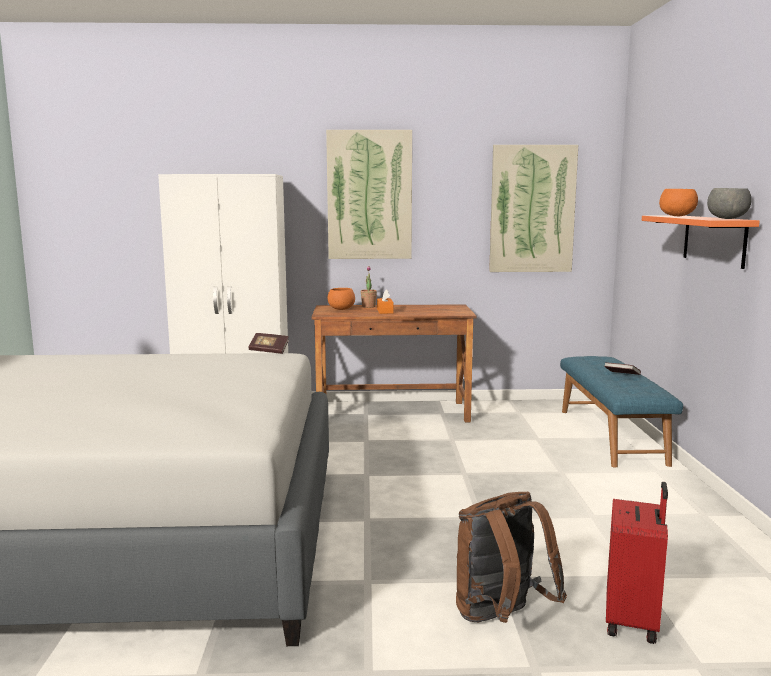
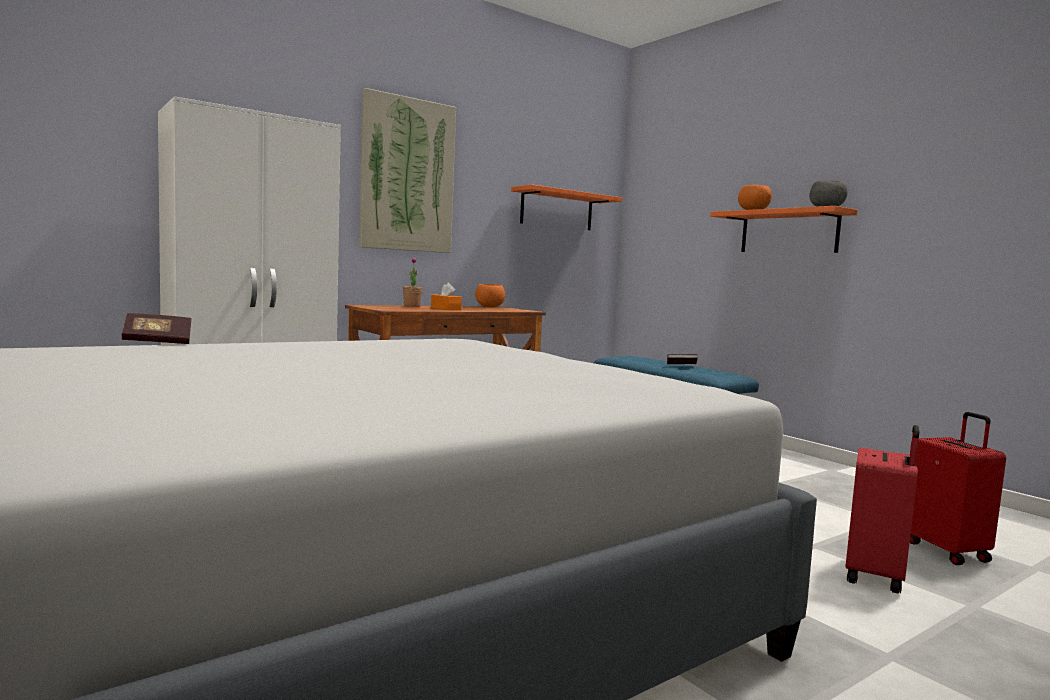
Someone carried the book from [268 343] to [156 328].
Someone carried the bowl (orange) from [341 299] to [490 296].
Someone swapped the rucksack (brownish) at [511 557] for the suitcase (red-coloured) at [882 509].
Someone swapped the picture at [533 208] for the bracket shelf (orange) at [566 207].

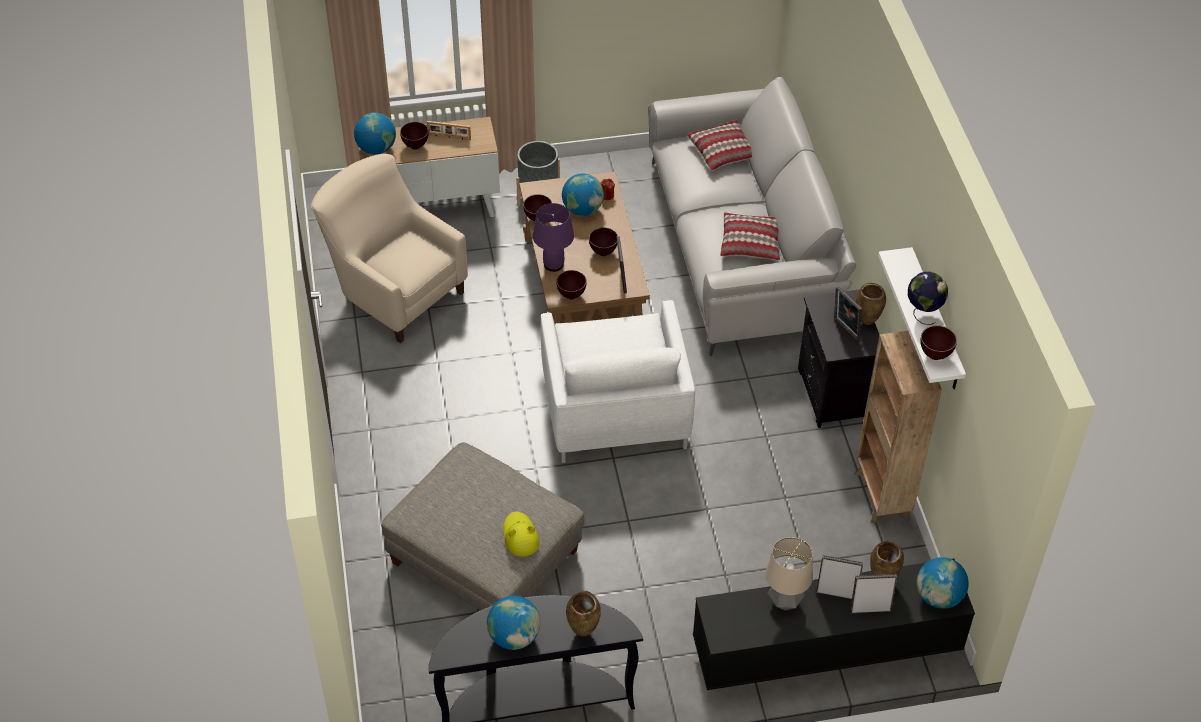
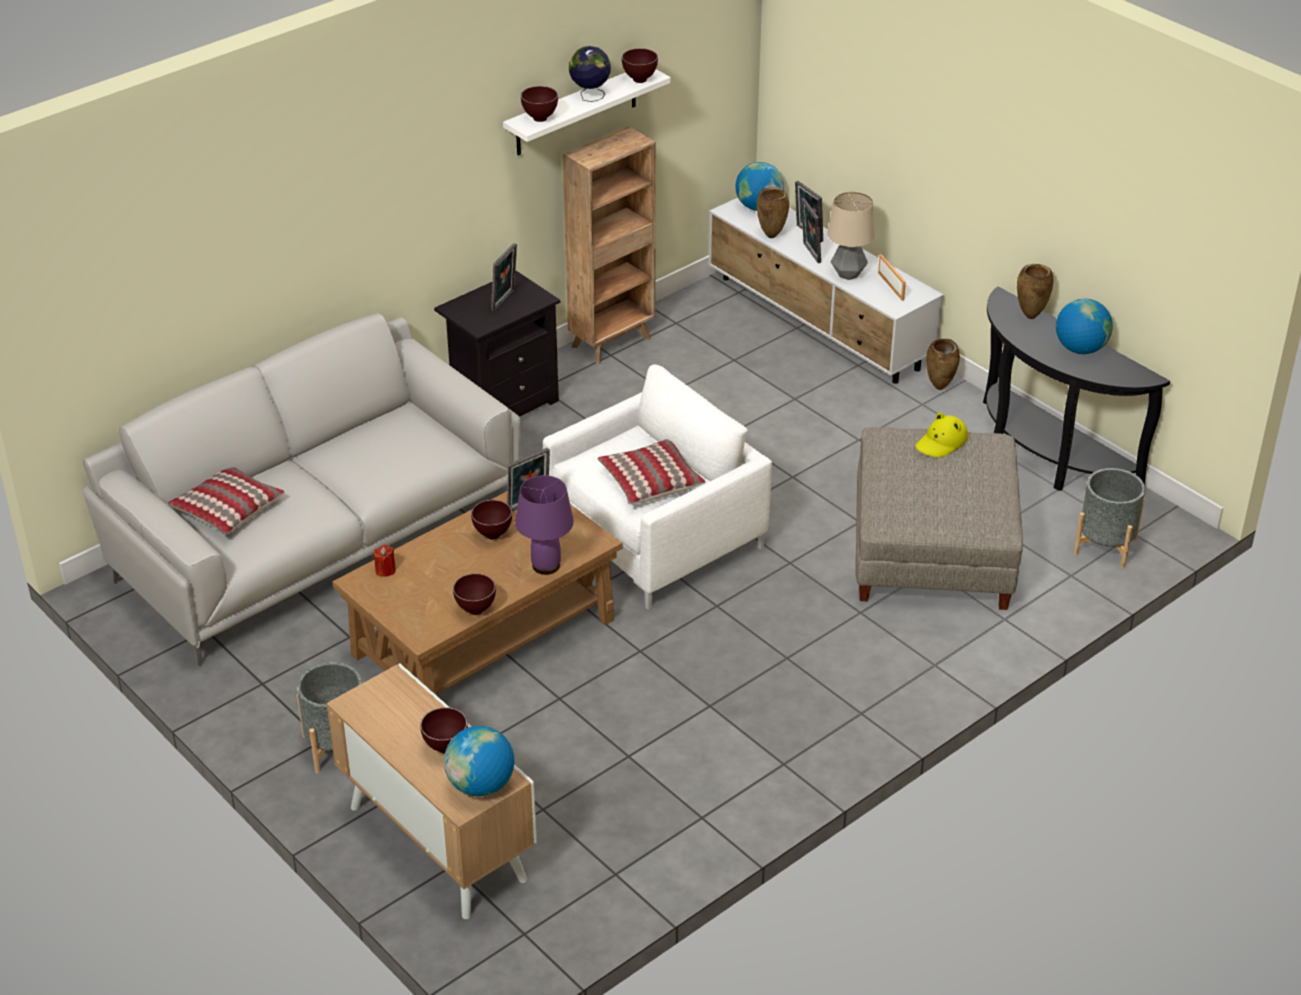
Someone took away the lounge chair (beige-coloured) at [389 248].
Someone carried the photo frame from [449 130] to [892 277].
Someone carried the bowl (brownish) from [571 284] to [539 104].
Someone took away the desk globe at [583 195].
Someone repainted the tv unit (blackish) at [834 624], which became the tv unit (whitish) at [826 291].
Someone carried the cushion from [750 236] to [651 471].
Someone carried the flower vase (brownish) from [871 304] to [943 364].
Someone put down the planter (greyish) at [1109 518].

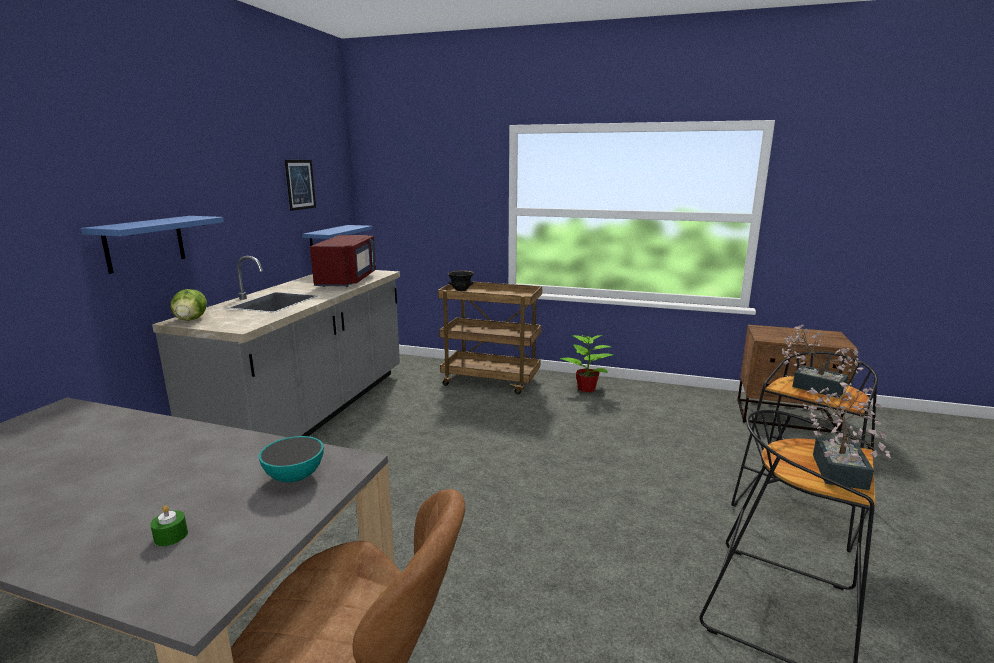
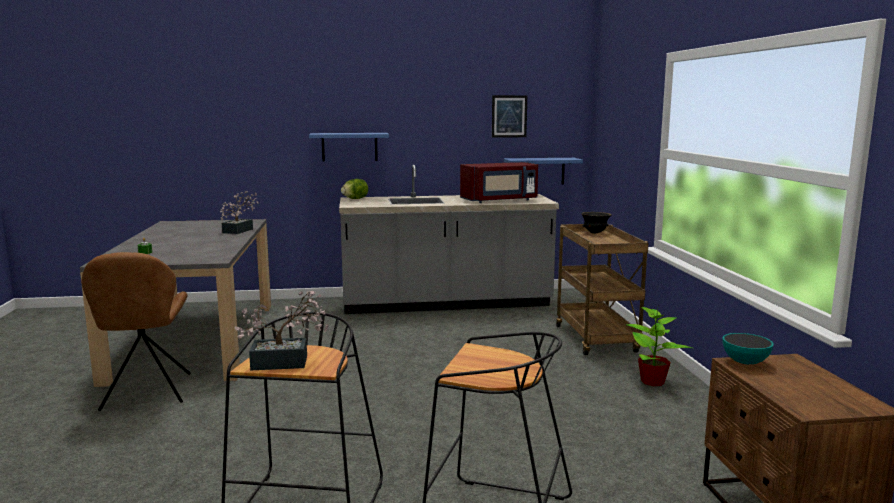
Someone carried the bowl from [291 459] to [748 348].
Someone carried the houseplant from [822 361] to [239 212].

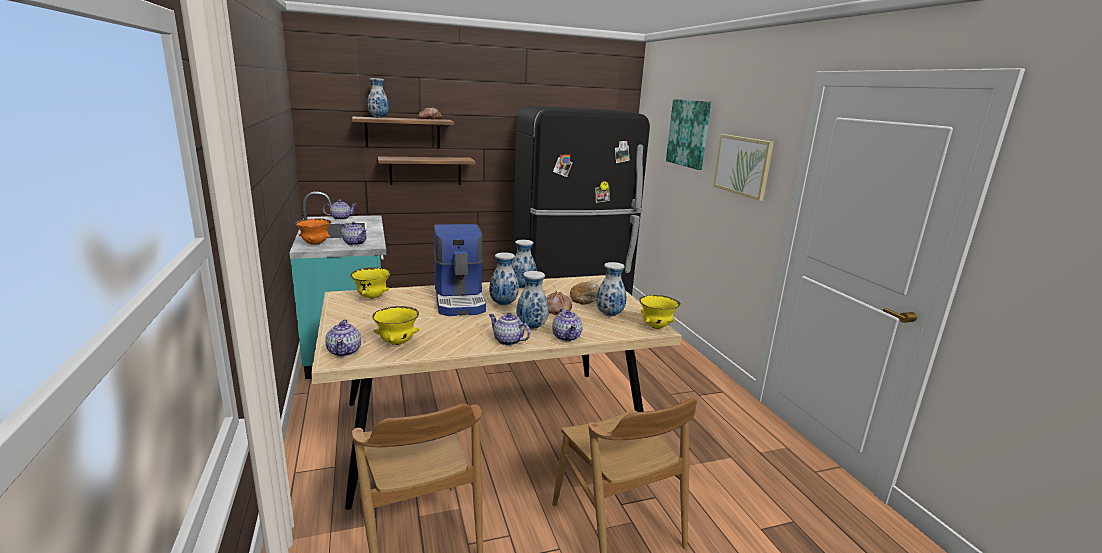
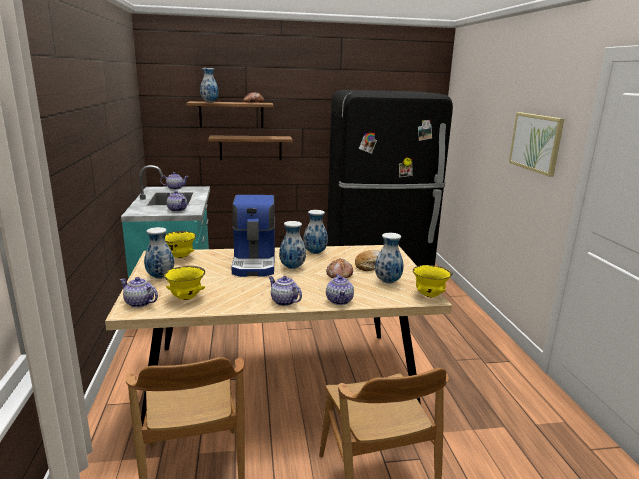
Someone took away the bowl (orange) at [313 232].
Someone rotated the tea pot at [343 338] by 120 degrees clockwise.
Someone carried the flower vase from [532 300] to [159 253].
Someone took away the picture at [688 134].

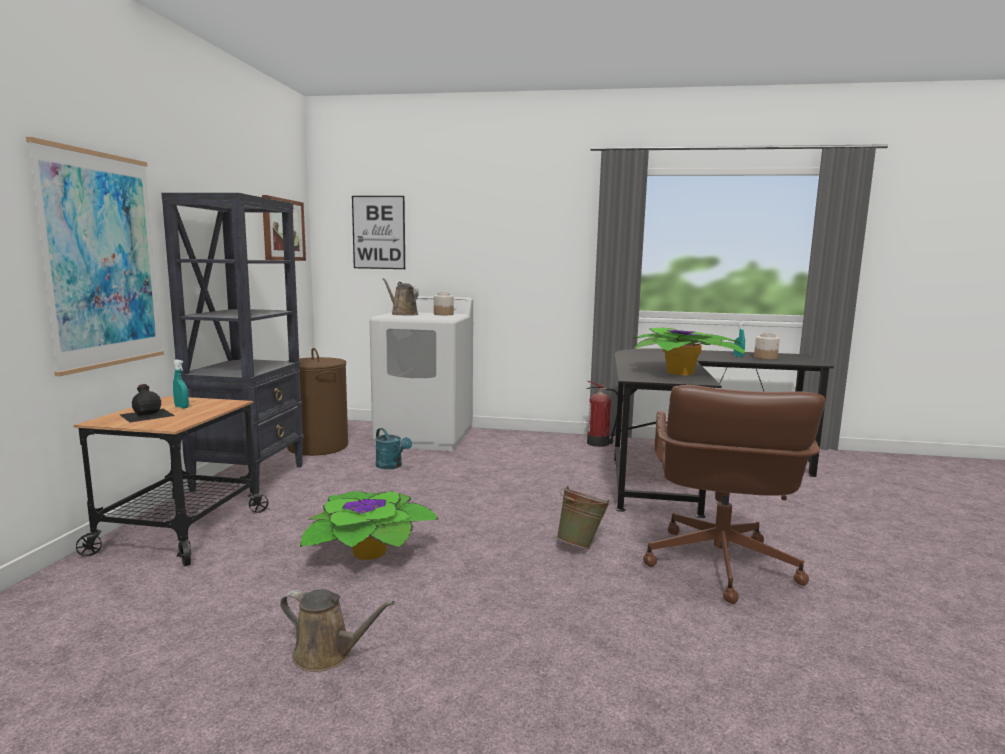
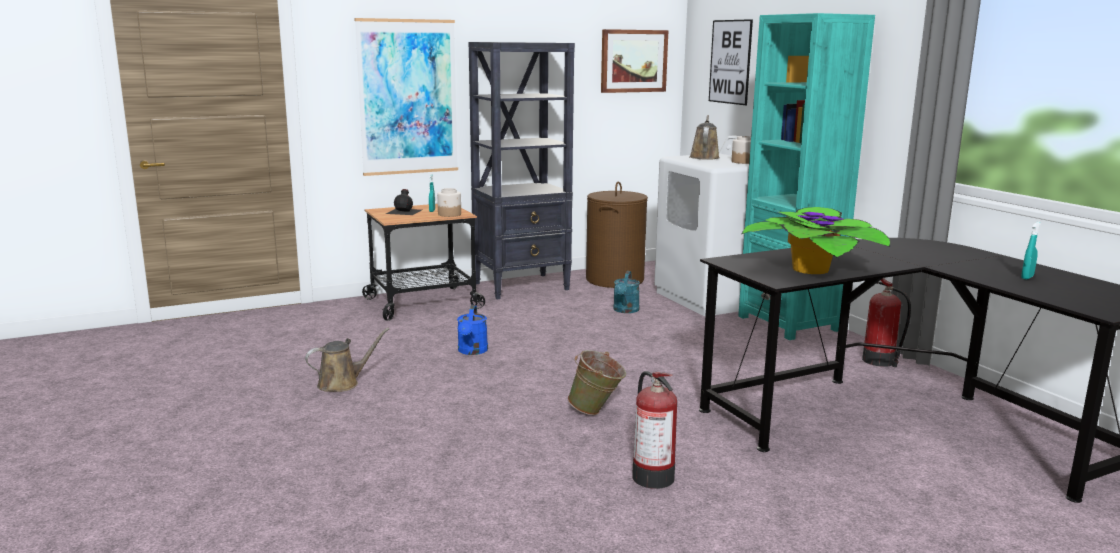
Someone rotated the sprinkling can (brownish) at [337 630] by 105 degrees counterclockwise.
Someone swapped the houseplant at [369 525] for the sprinkling can (blue) at [472 330].
Someone swapped the desk chair (brownish) at [734 494] for the fire extinguisher at [654 430].
Someone carried the preserve jar from [767 346] to [449 202].
Someone put down the bookshelf (turquoise) at [806 176].

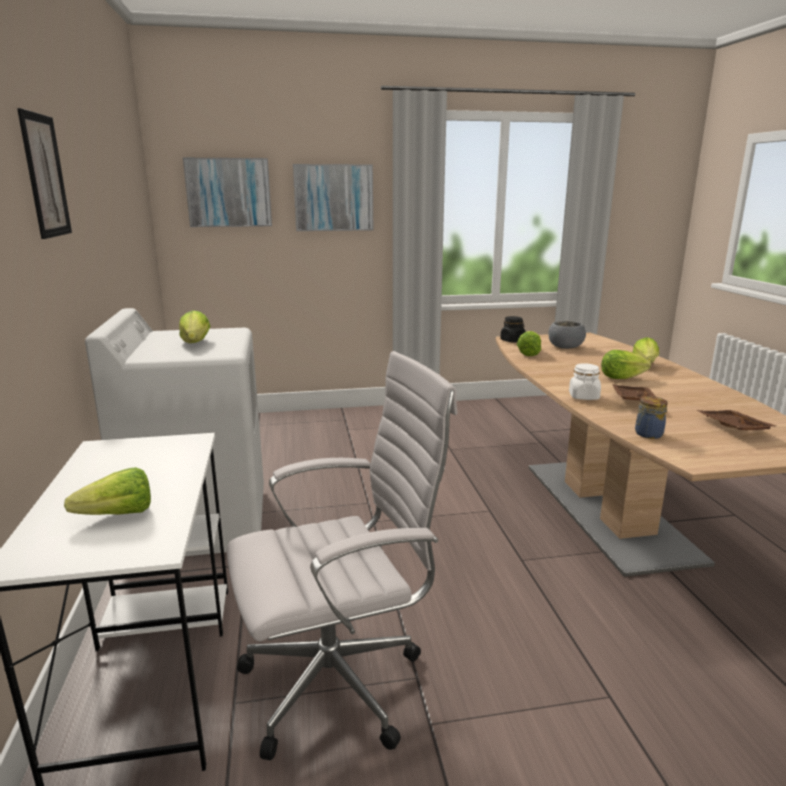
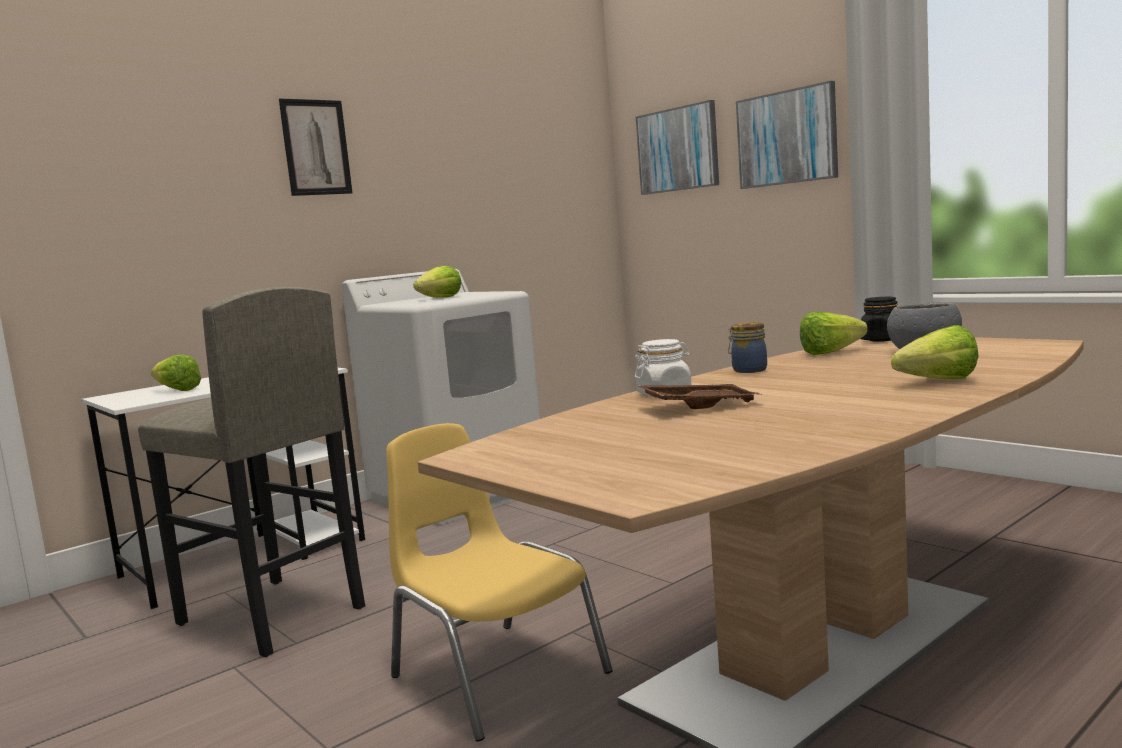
Someone swapped the desk chair (whitish) at [342 556] for the stool (greyish) at [251 472].
Someone took away the lettuce at [626 364].
Someone carried the preserve jar from [651 417] to [747 347].
Someone took away the tray (brownish) at [738 420].
Someone put down the chair (yellow) at [499 582].

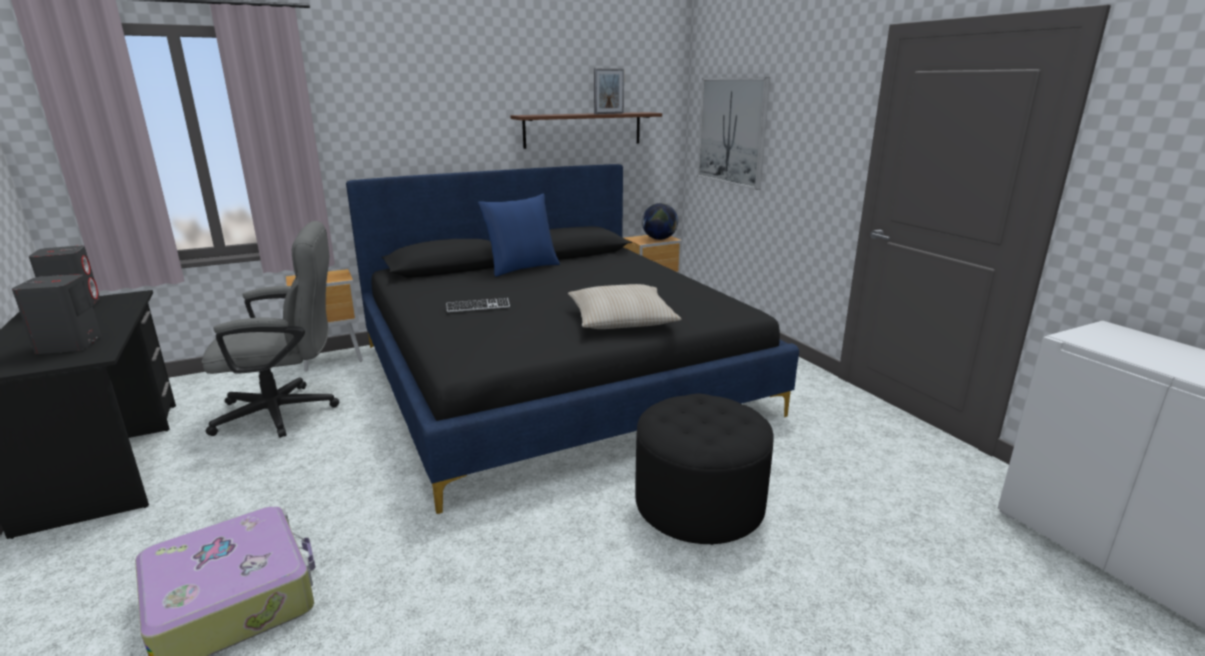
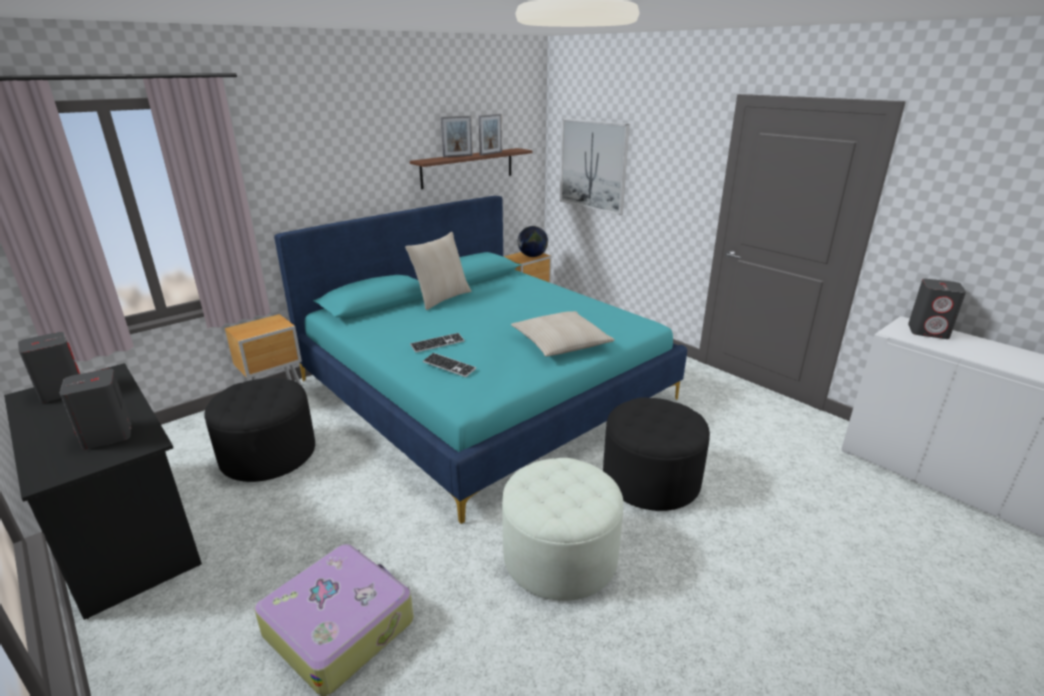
Someone swapped the desk chair (greyish) at [270 329] for the ottoman (blackish) at [259 430].
Someone repainted the bedroom bed (blackish) at [572 339], which became the bedroom bed (turquoise) at [480 360].
Someone repainted the cushion (blue) at [519 235], which became the cushion (beige-coloured) at [438 271].
Someone put down the computer keyboard at [449 365].
Someone put down the photo frame at [457 136].
Someone put down the ottoman (whitish) at [562 529].
Someone put down the speaker (greyish) at [937 309].

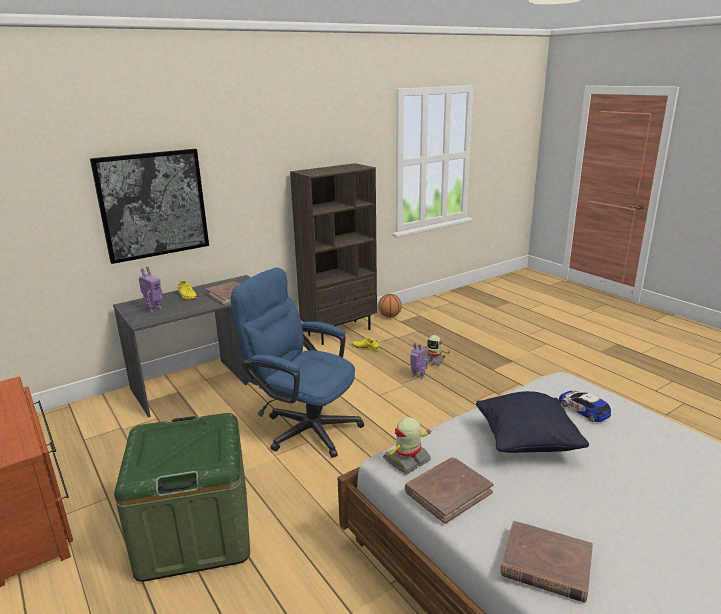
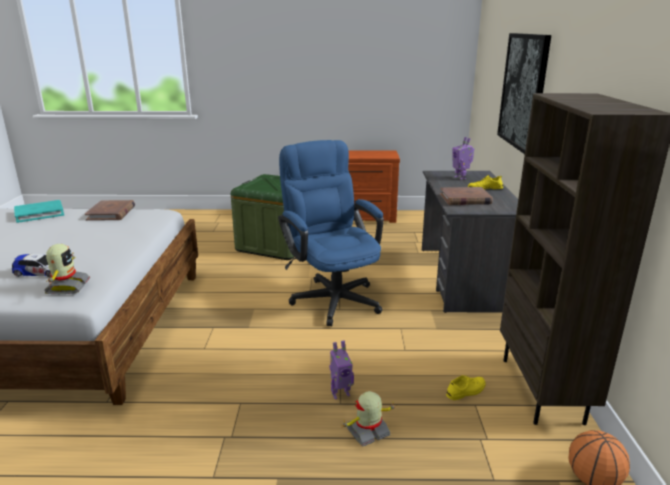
Someone rotated the desk chair (blue) at [297 362] by 90 degrees counterclockwise.
Someone carried the model robot from [407 446] to [67 269].
Someone took away the cushion (blackish) at [532 422].
Someone repainted the book (brownish) at [546 562], which became the book (turquoise) at [39 211].

